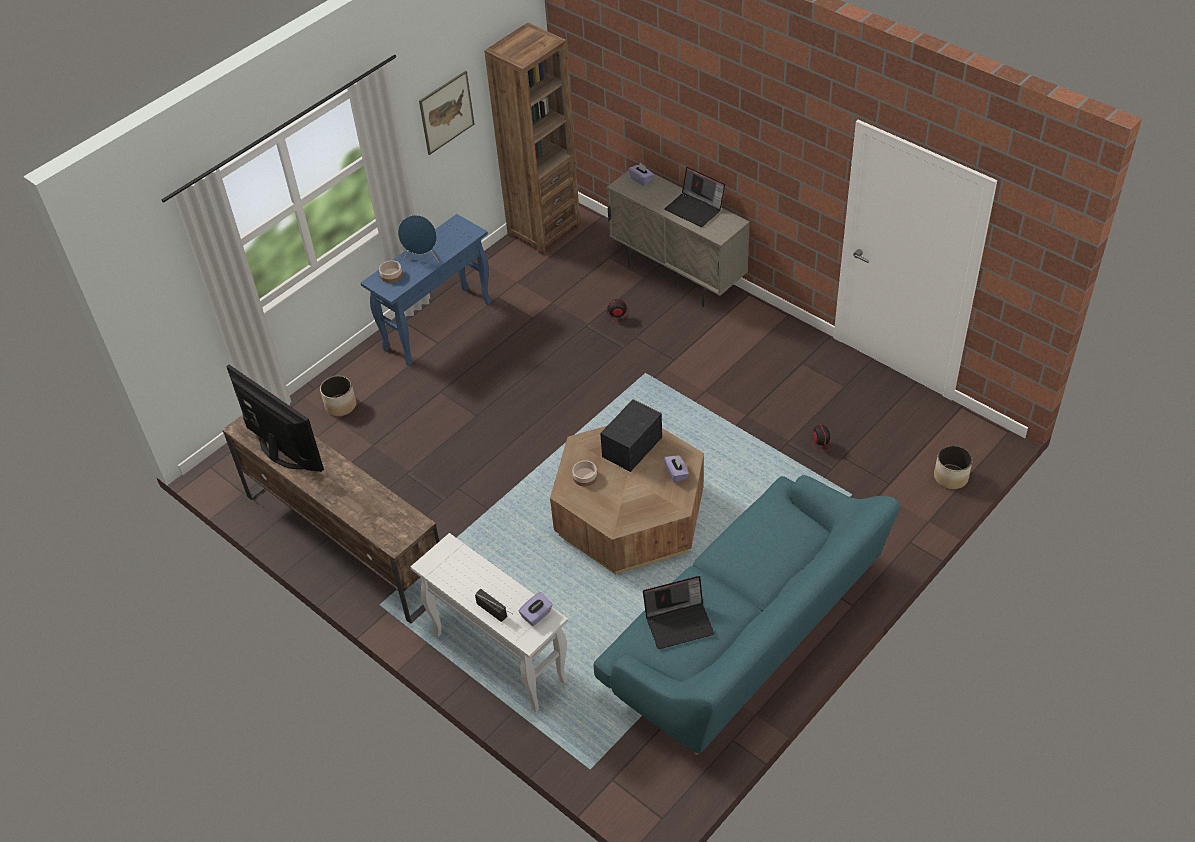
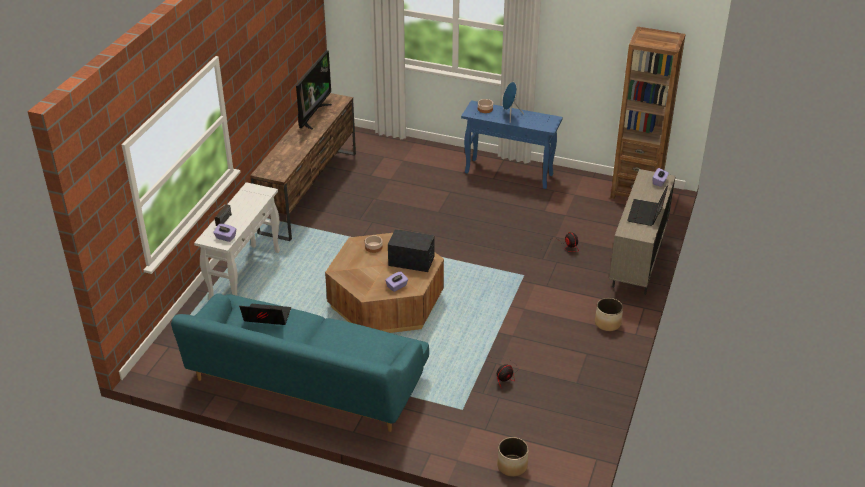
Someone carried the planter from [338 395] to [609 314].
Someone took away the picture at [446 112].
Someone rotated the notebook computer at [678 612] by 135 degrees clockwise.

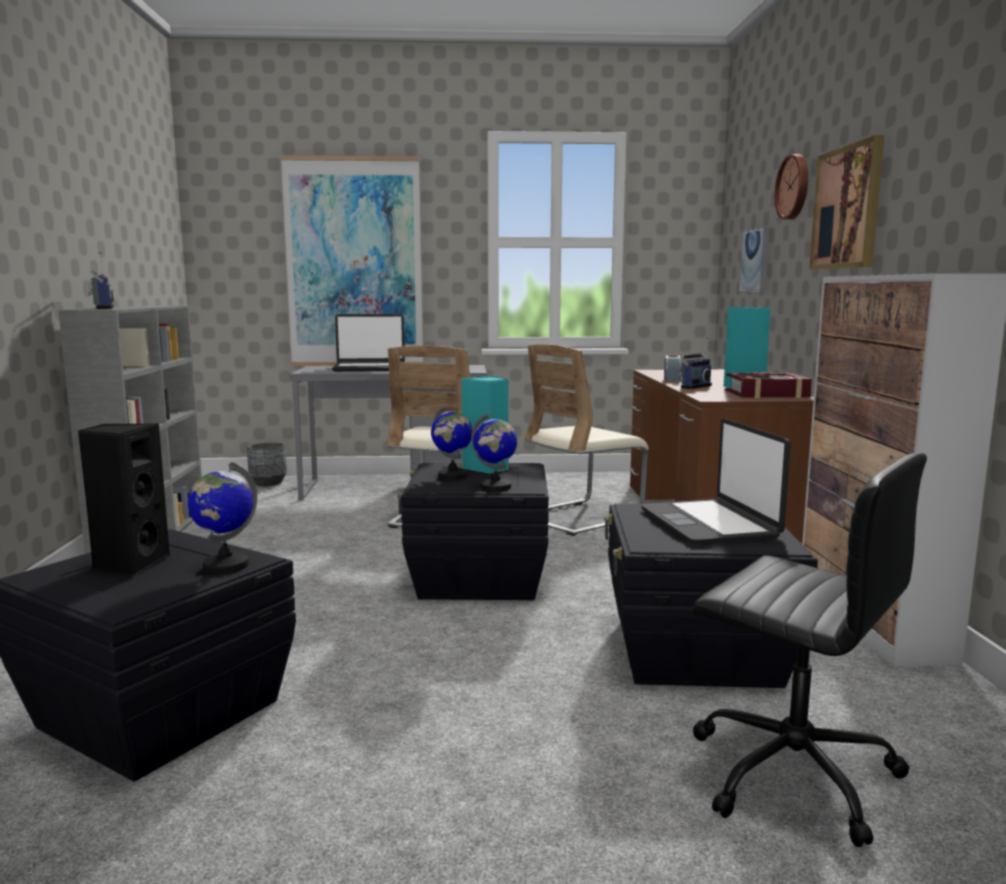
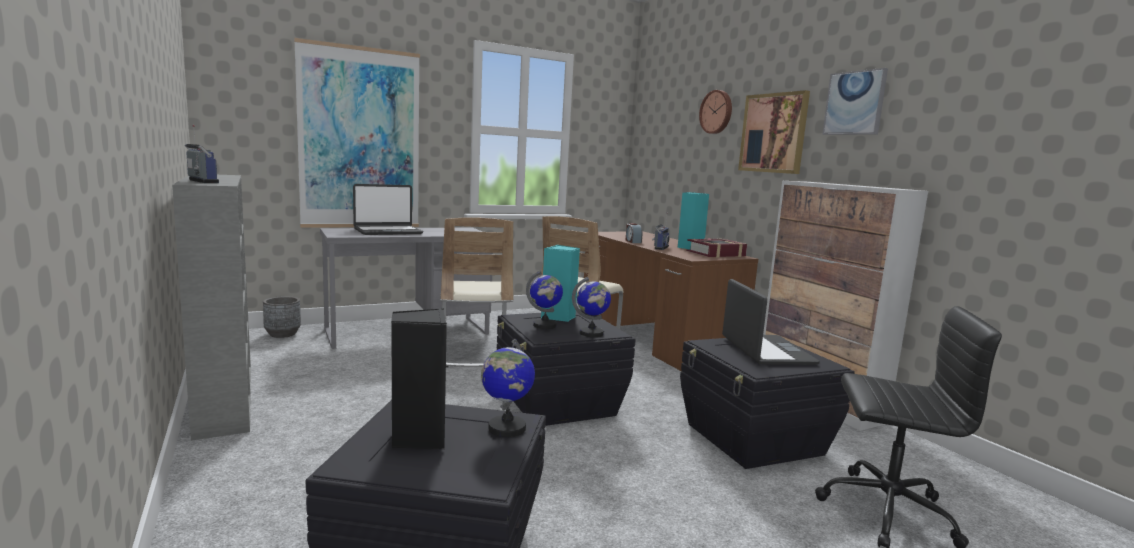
Someone rotated the notebook computer at [716 481] by 150 degrees counterclockwise.
Someone carried the picture from [754 260] to [855 101].

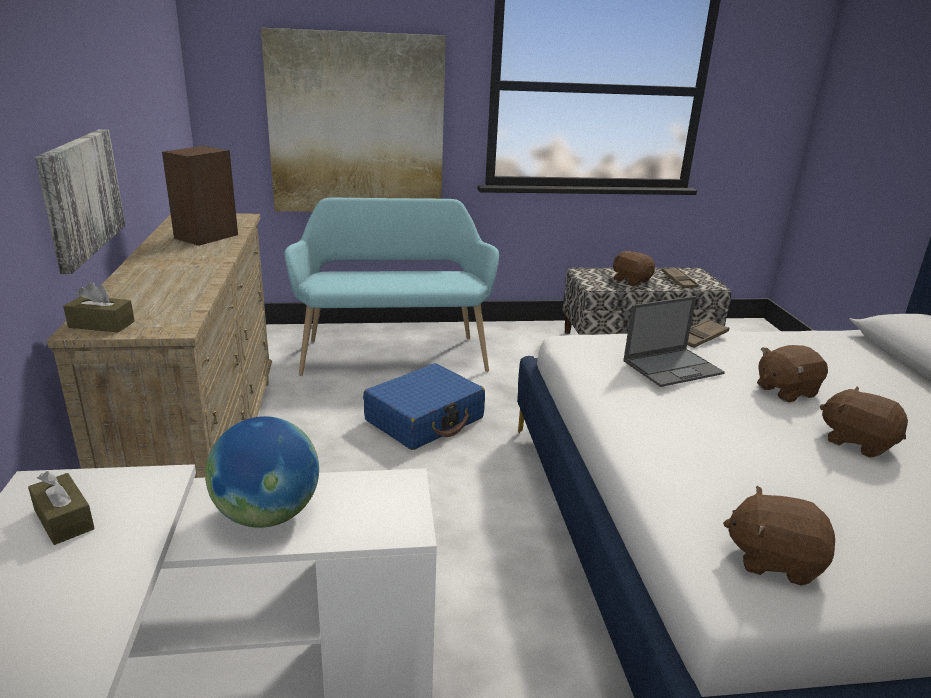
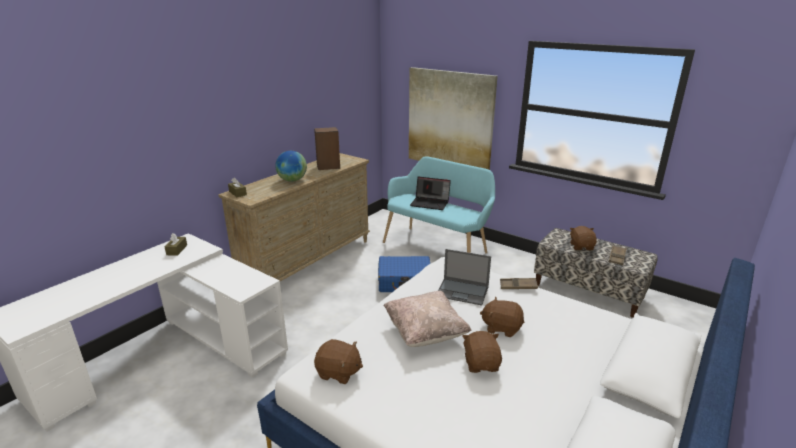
Someone took away the picture at [80 201].
Someone carried the desk globe from [262 472] to [291 166].
Someone rotated the soft toy (brownish) at [779 536] by 135 degrees clockwise.
Someone put down the cushion (beige-coloured) at [427 319].
Someone put down the notebook computer at [430 193].

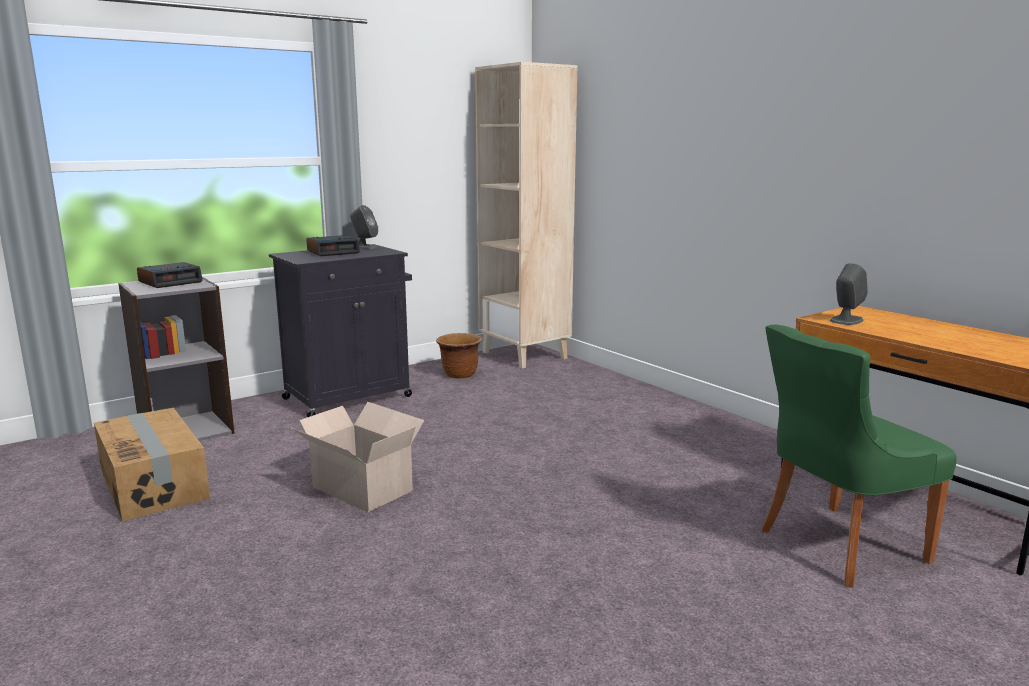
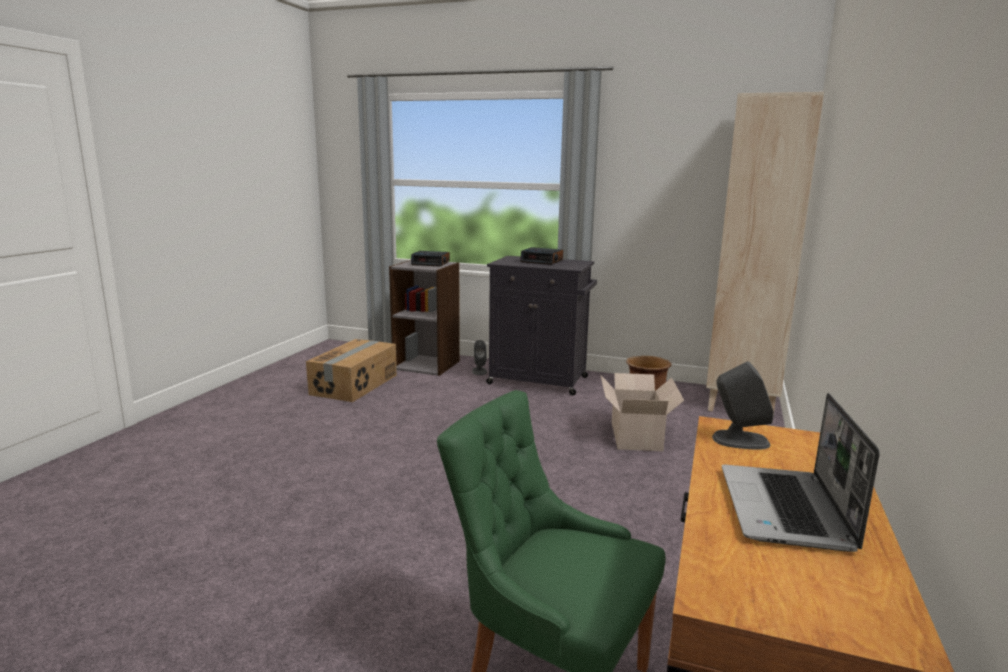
Someone carried the packing box from [357 457] to [642 412].
Someone carried the speaker (greyish) from [364 227] to [479 357].
Someone put down the notebook computer at [800 472].

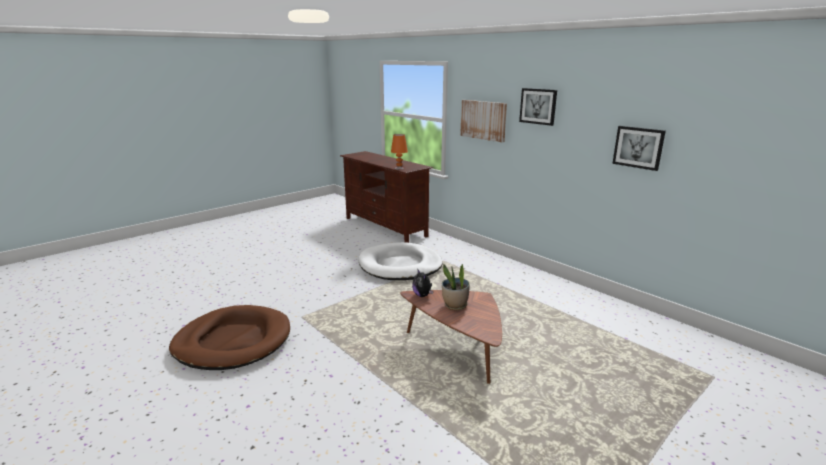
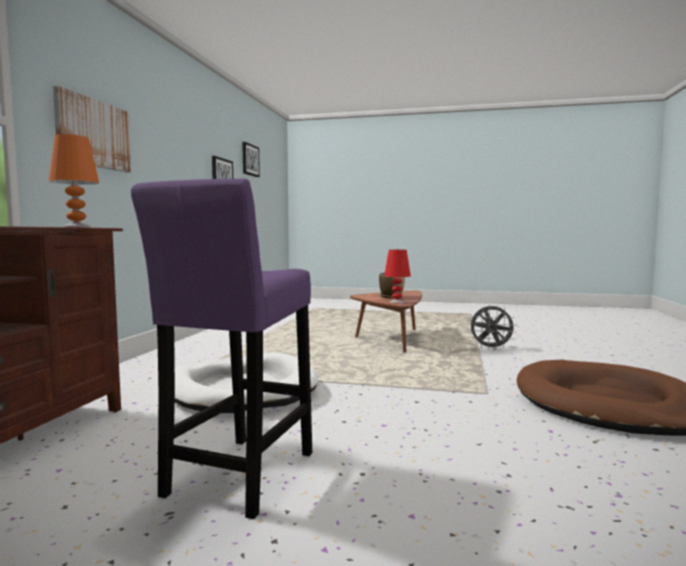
Someone swapped the soft toy at [422 283] for the lamp for a table (red-coloured) at [397 276].
Someone carried the picture from [538 107] to [251 159].
Someone put down the stool (purplish) at [221 349].
Someone put down the electric fan (greyish) at [493 327].

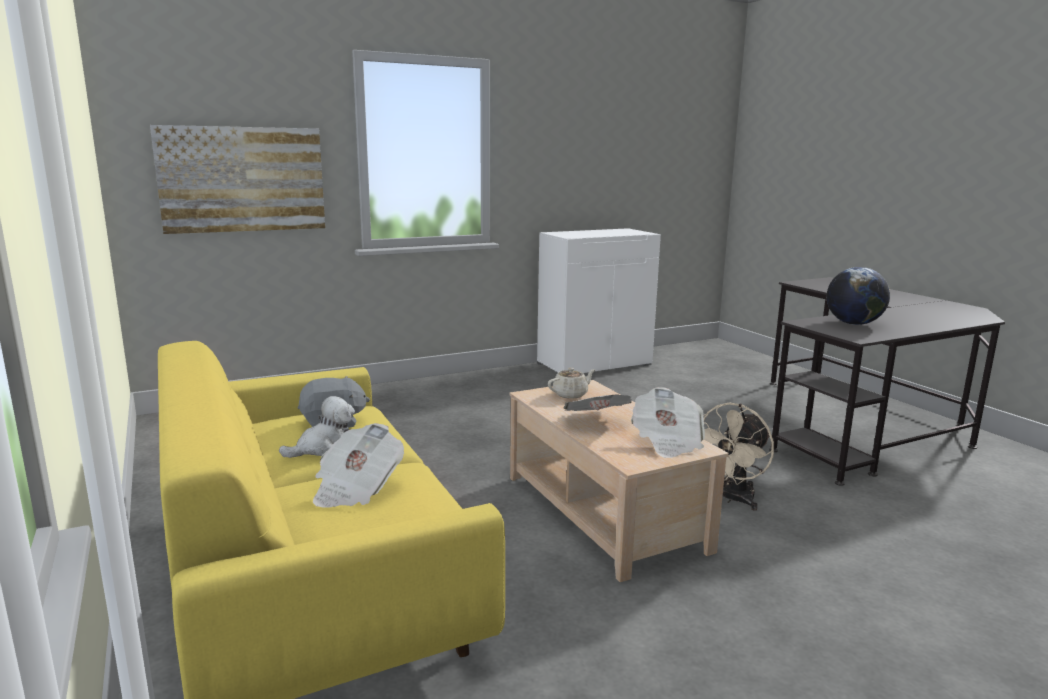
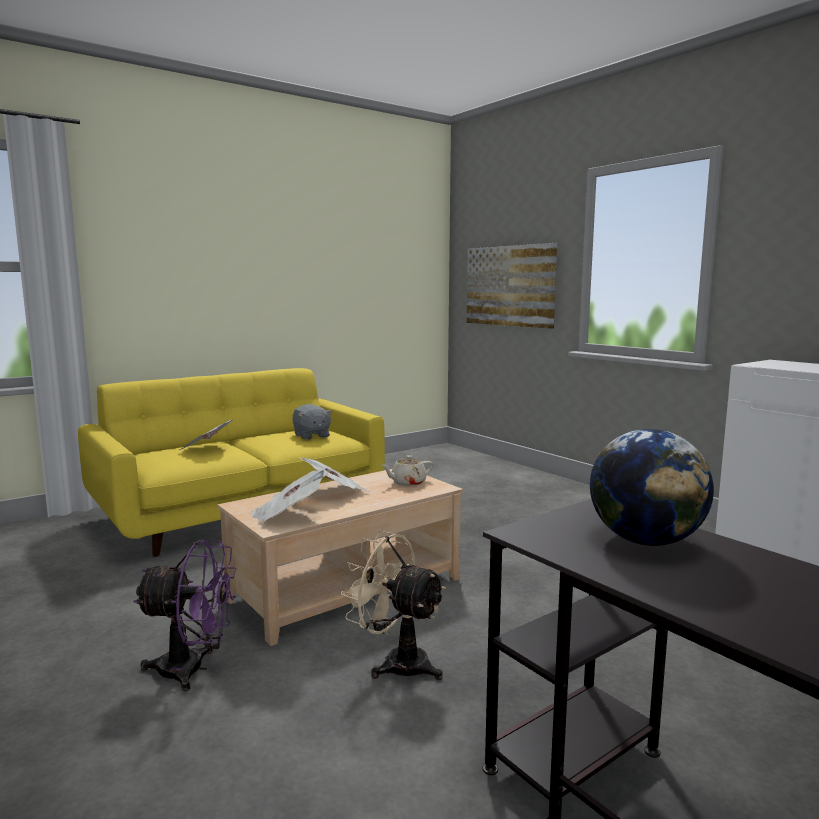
Someone took away the soft toy at [317 427].
Someone rotated the tea pot (beige-coloured) at [572 383] by 105 degrees clockwise.
Someone put down the electric fan (purplish) at [184 615].

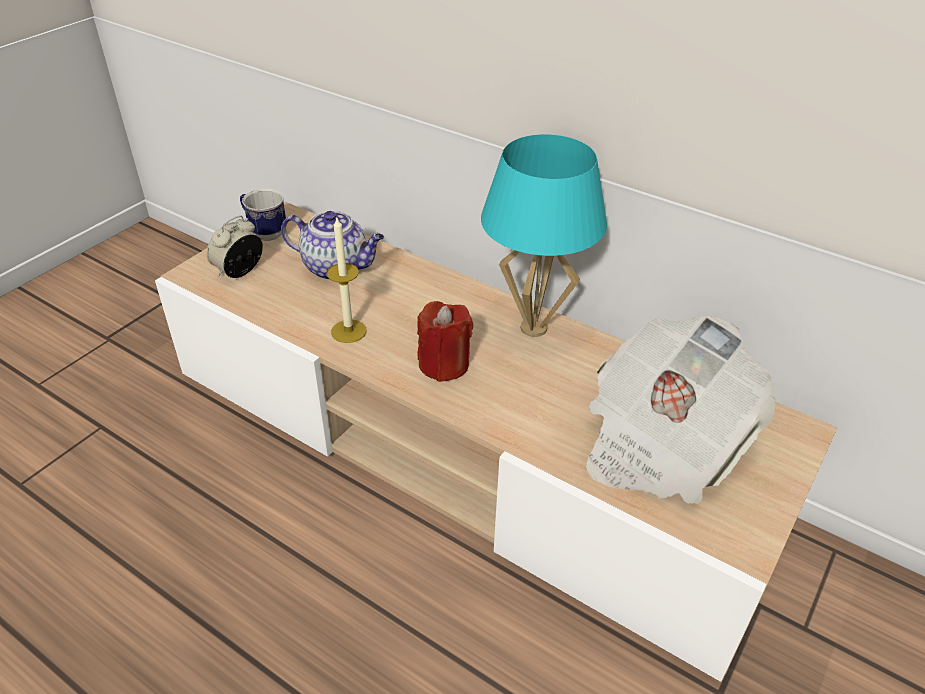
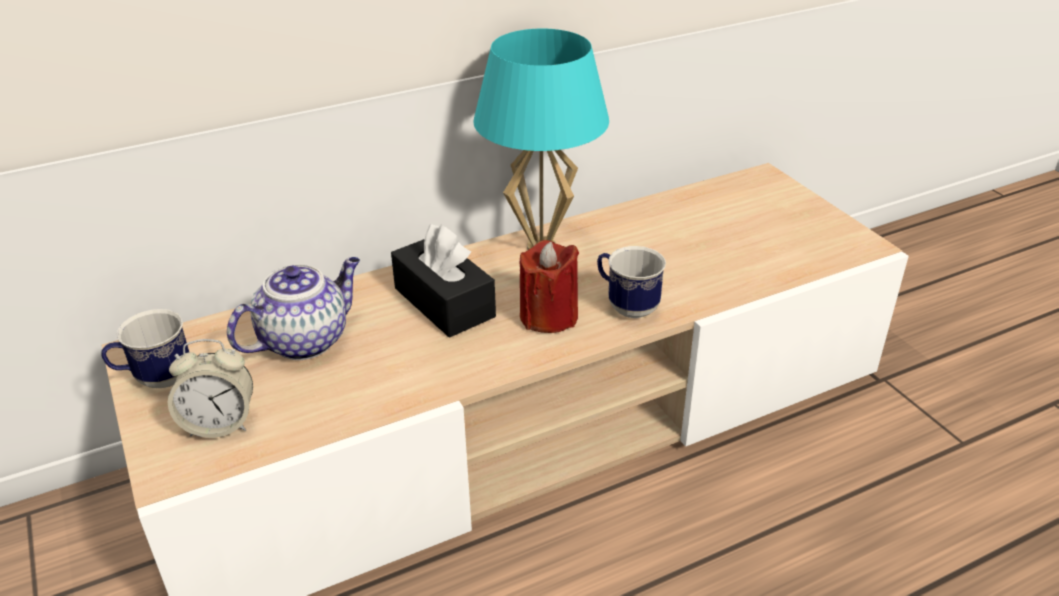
Someone rotated the table clock at [235 247] by 75 degrees counterclockwise.
Someone took away the wax candle at [347 279].
Someone took away the daily paper at [681 410].
Someone put down the box of tissues (blackish) at [443 281].
Someone put down the tea mug at [631 282].

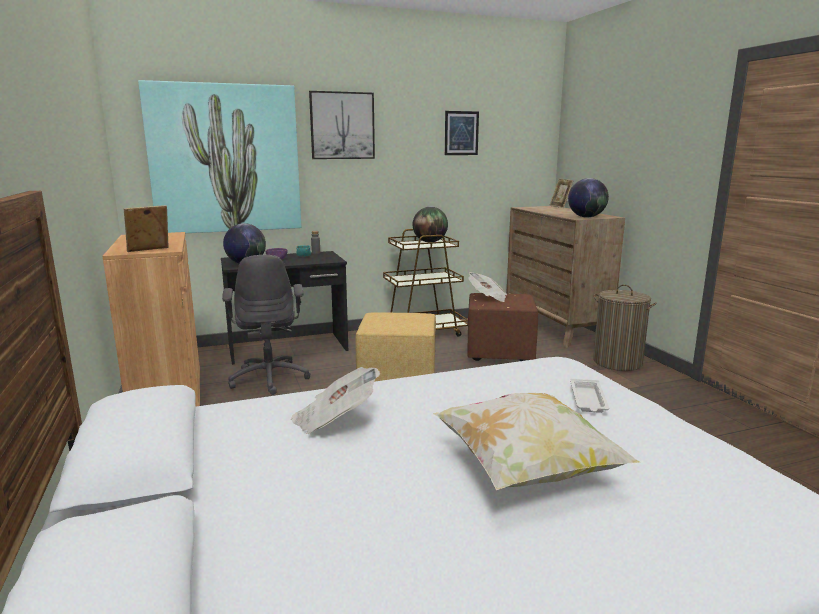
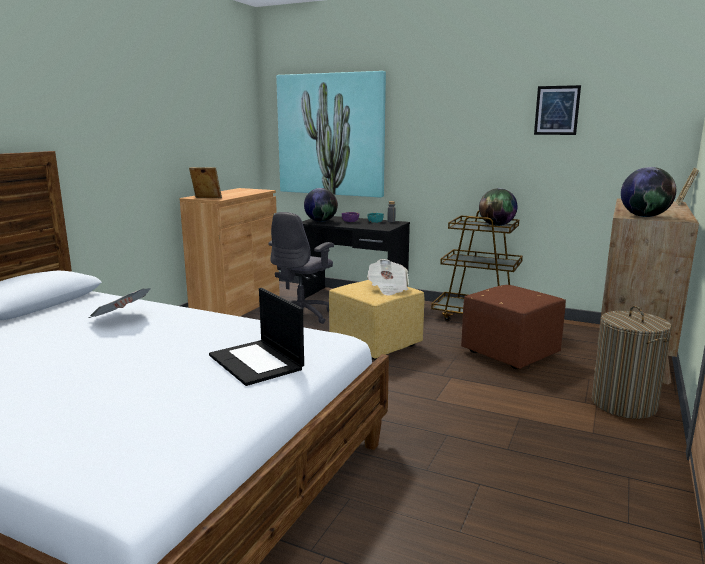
Someone took away the picture at [342 125].
Someone took away the cushion at [536 441].
Someone carried the daily paper from [487 287] to [388 277].
Someone swapped the tray (whitish) at [589 396] for the notebook computer at [256 337].

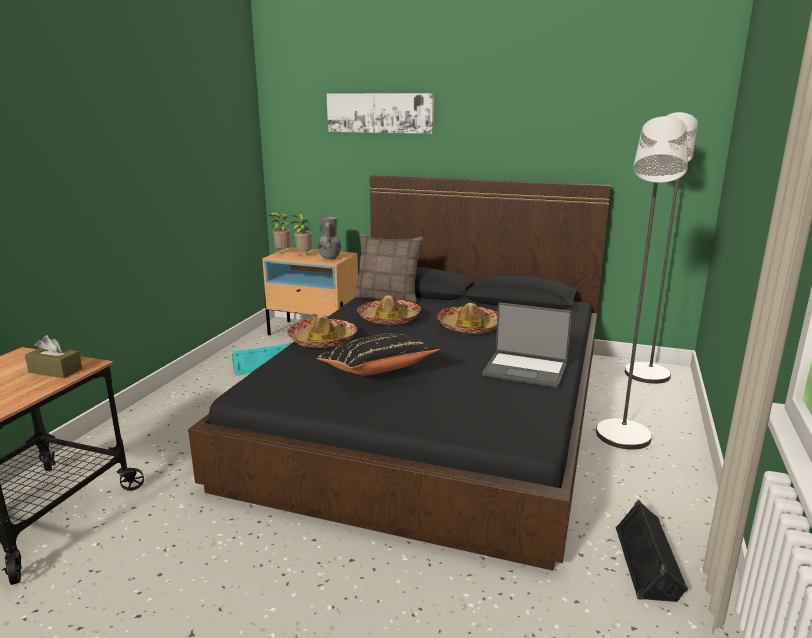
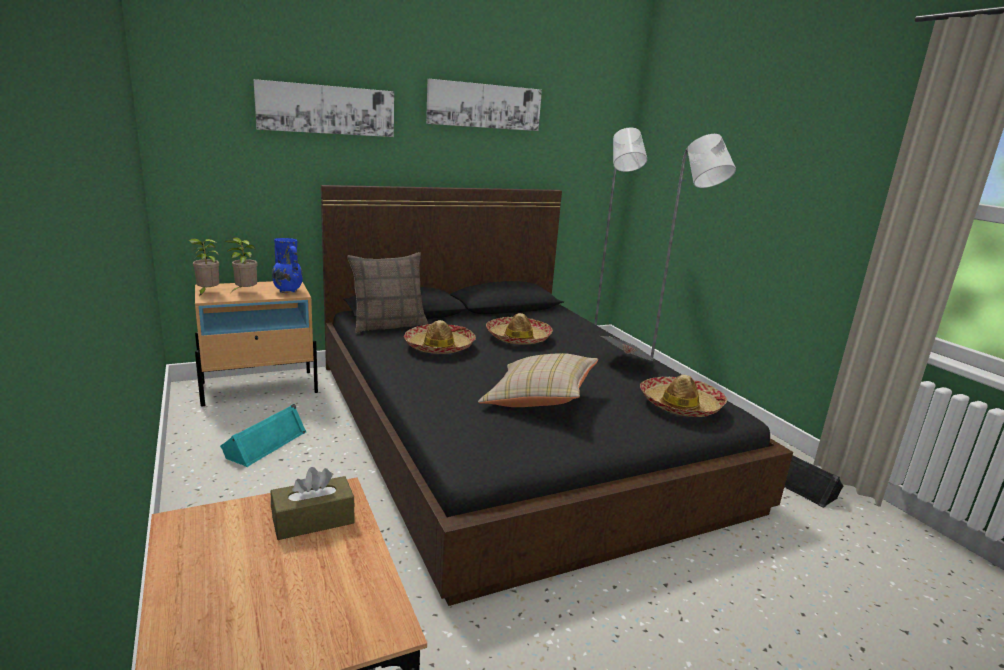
Someone carried the hat from [322 331] to [683 396].
Someone repainted the cushion (blackish) at [378 354], which became the cushion (beige-coloured) at [538 380].
Someone repainted the flower vase (greyish) at [329 238], which became the flower vase (blue) at [287 265].
Someone swapped the notebook computer at [527 345] for the daily paper at [627 348].
Someone put up the picture at [484 105].

